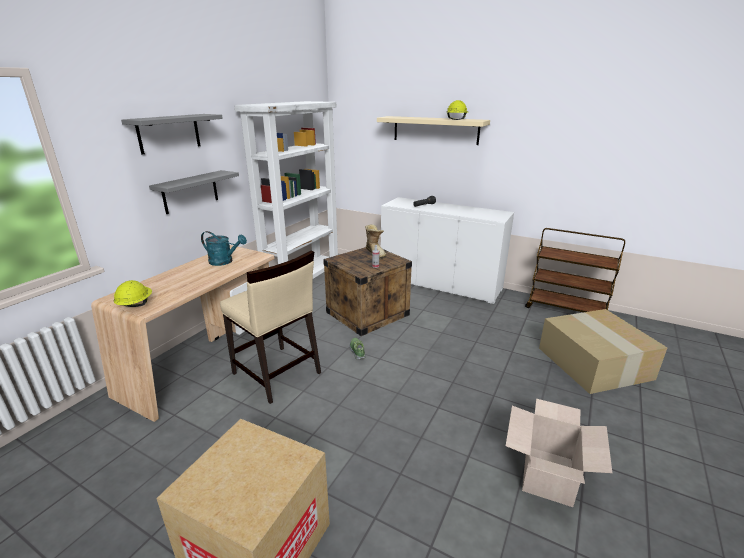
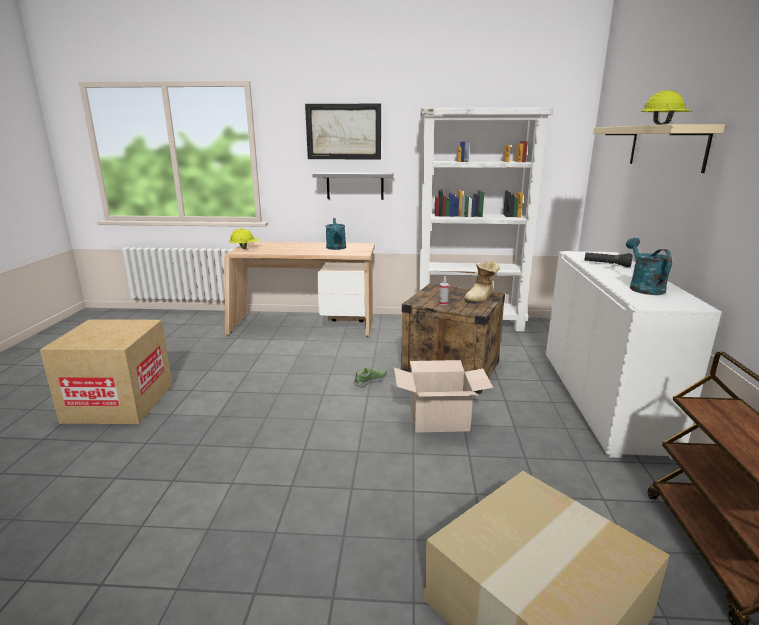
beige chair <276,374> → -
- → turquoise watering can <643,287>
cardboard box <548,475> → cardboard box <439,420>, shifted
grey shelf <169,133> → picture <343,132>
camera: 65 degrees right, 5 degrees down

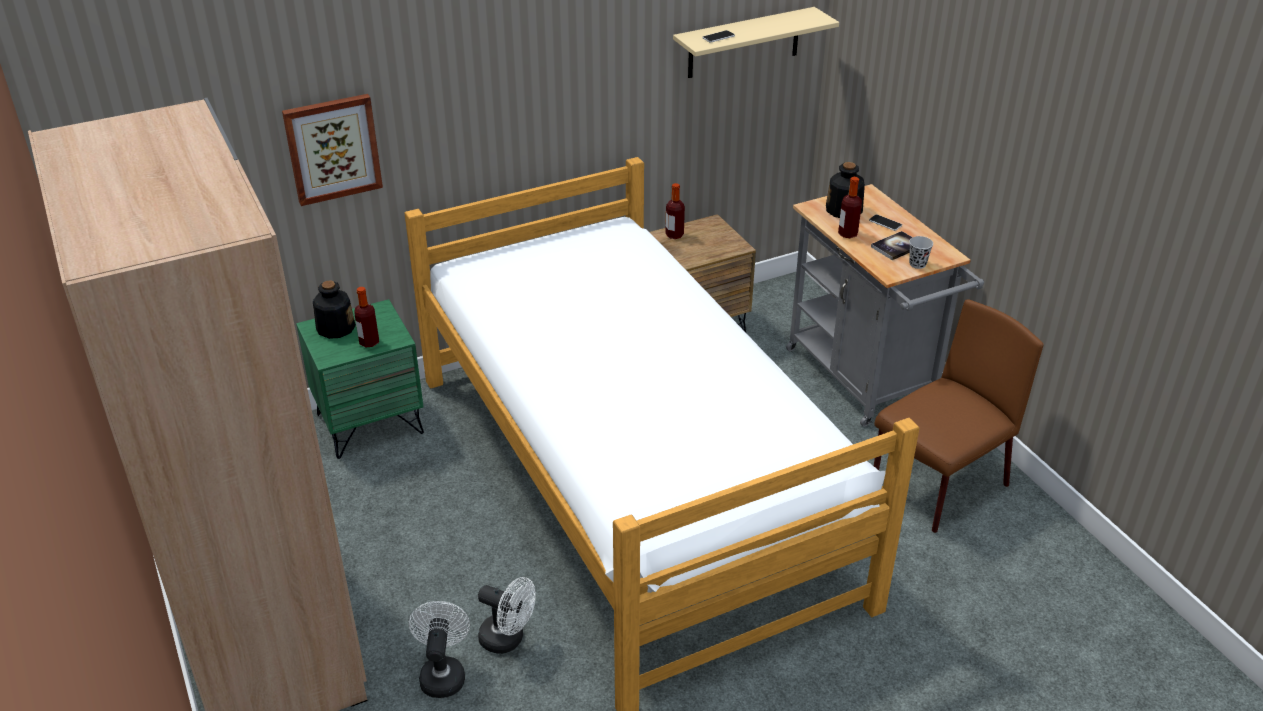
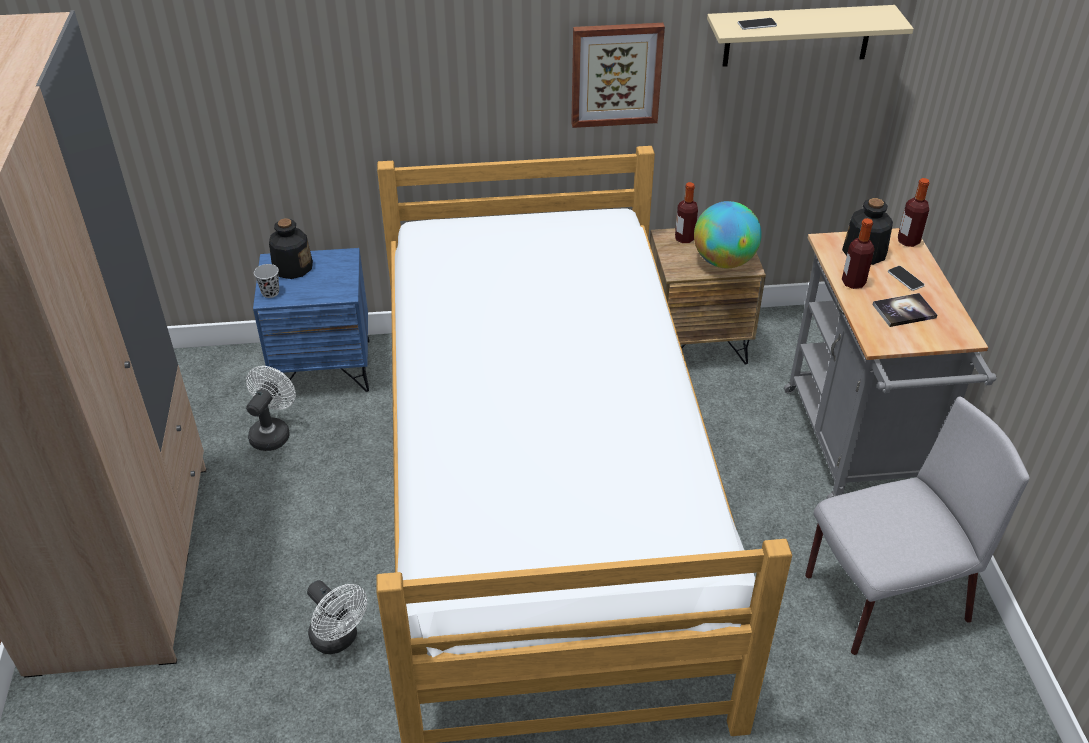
- → globe <724,261>
picture <332,148> → picture <615,74>, shifted
bottle <369,342> → bottle <908,241>, shifted
white fan <443,673> → white fan <273,432>, shifted
black cup <917,264> → black cup <270,292>, shifted
green nightstand <370,423> → blue nightstand <324,368>
brown chair <938,486> → grey chair <883,599>
camera: 20 degrees right, 5 degrees up

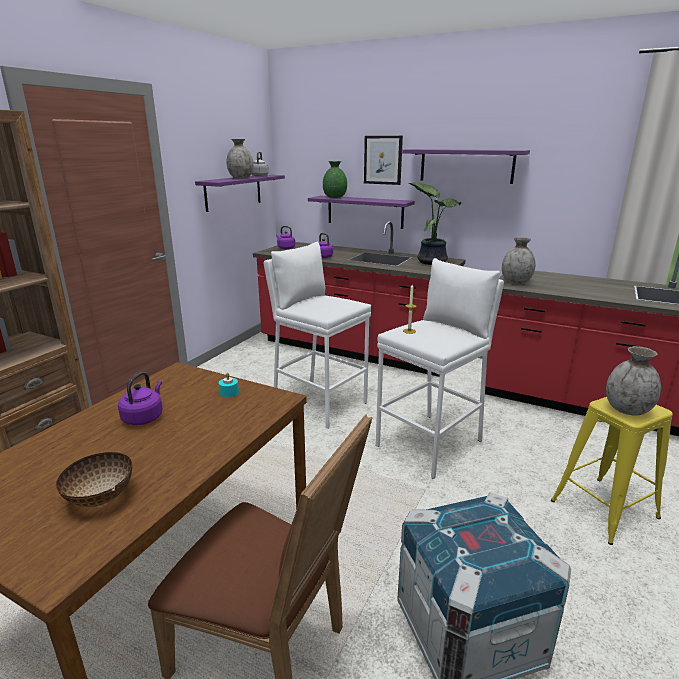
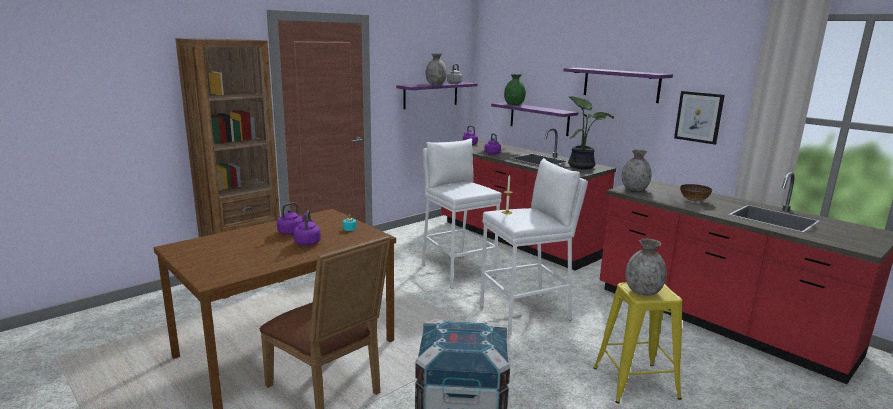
- → purple kettle <308,242>
bowl <99,498> → bowl <693,201>, shifted
picture <383,160> → picture <698,117>, shifted
camera: 20 degrees right, 5 degrees down

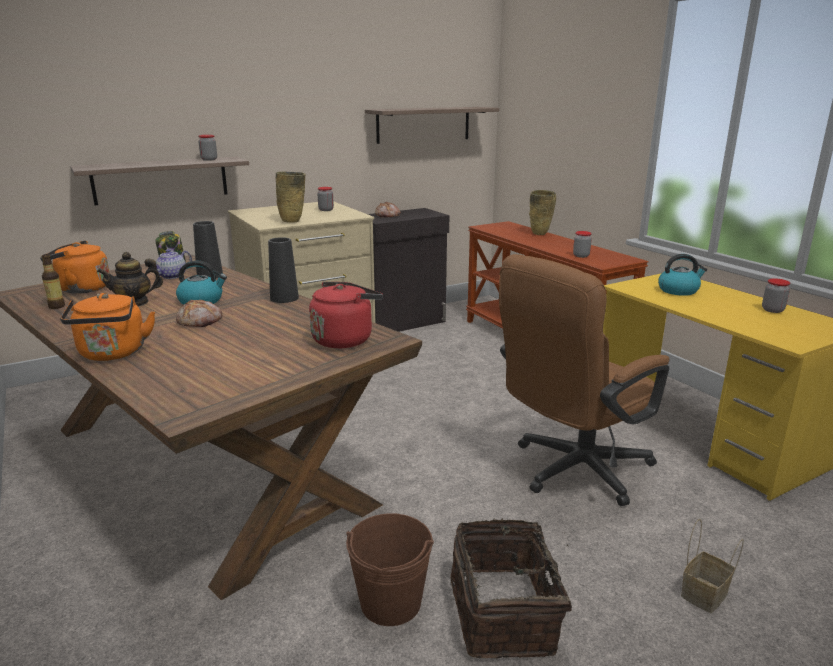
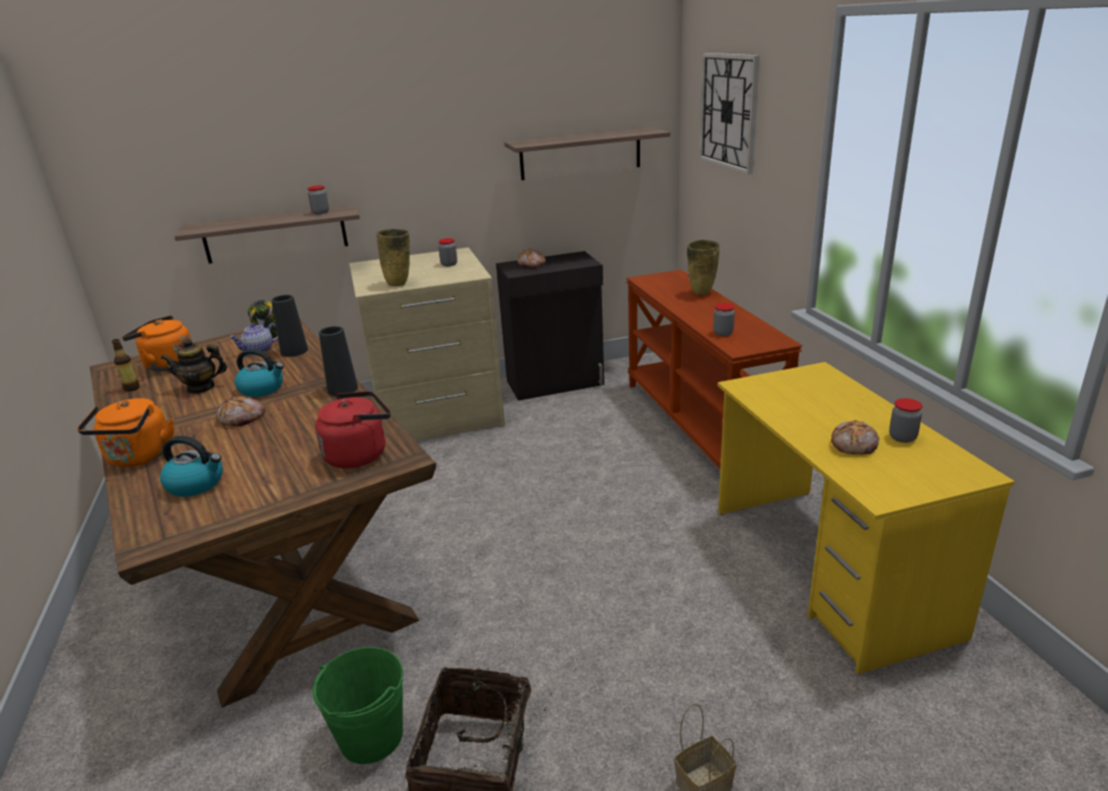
brown office chair <572,471> → -
- → wall clock <728,111>
- → bread <855,445>
kettle <678,290> → kettle <197,484>, shifted
brown bucket <390,602> → green bucket <371,737>
camera: 15 degrees right, 5 degrees up

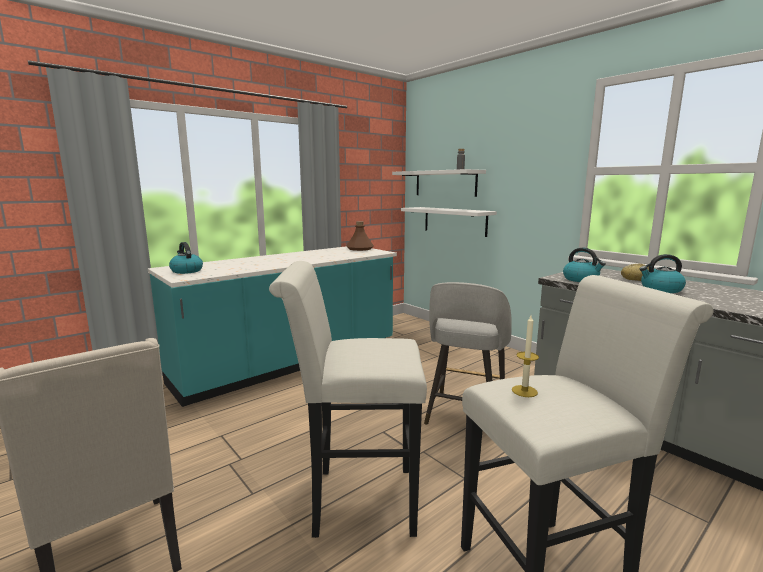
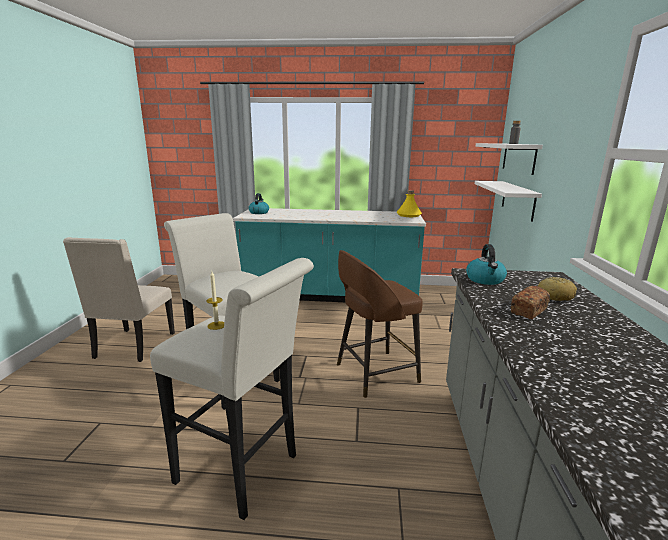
kettle <660,289> → bread <529,311>
brown bottle <359,249> → yellow bottle <408,215>
grey stool <465,415> → brown stool <374,373>
camera: 45 degrees right, 5 degrees up

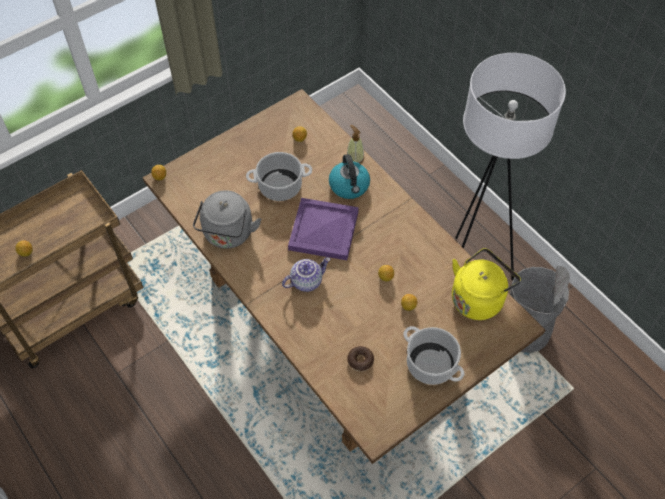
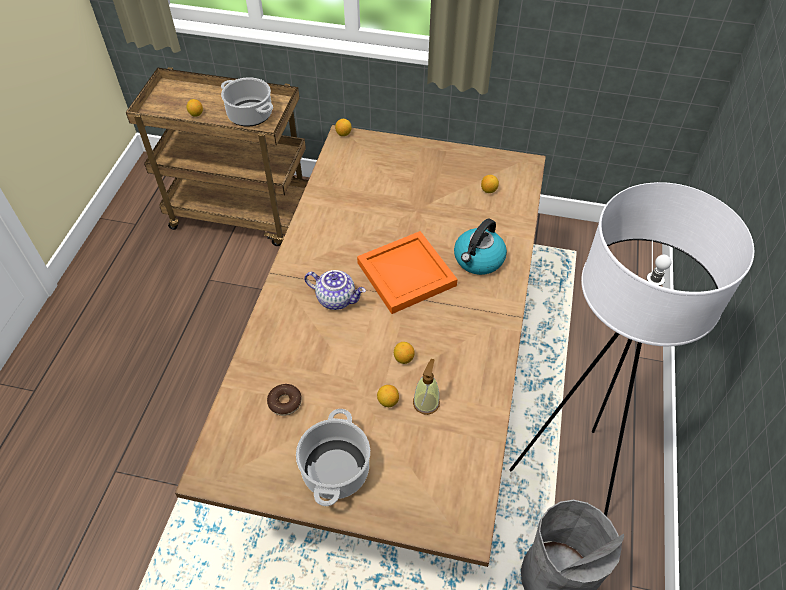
grey kettle <228,235> → -
yellow kettle <478,298> → -
cooking pot <279,186> → cooking pot <249,115>, shifted
soap dispenser <355,158> → soap dispenser <426,403>, shifted
purple tray <324,231> → orange tray <406,275>
camera: 50 degrees right, 5 degrees down

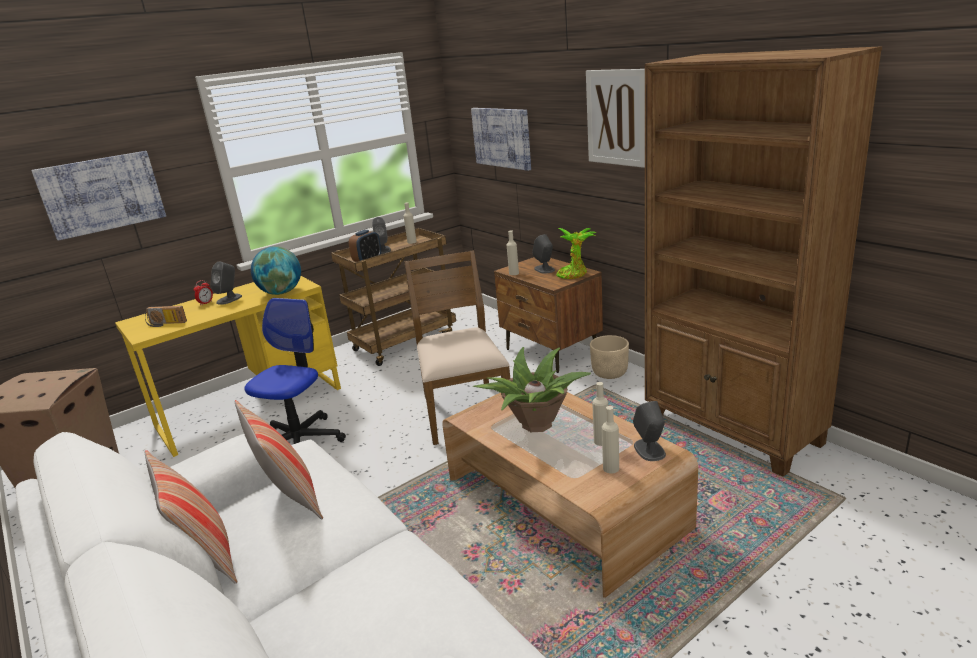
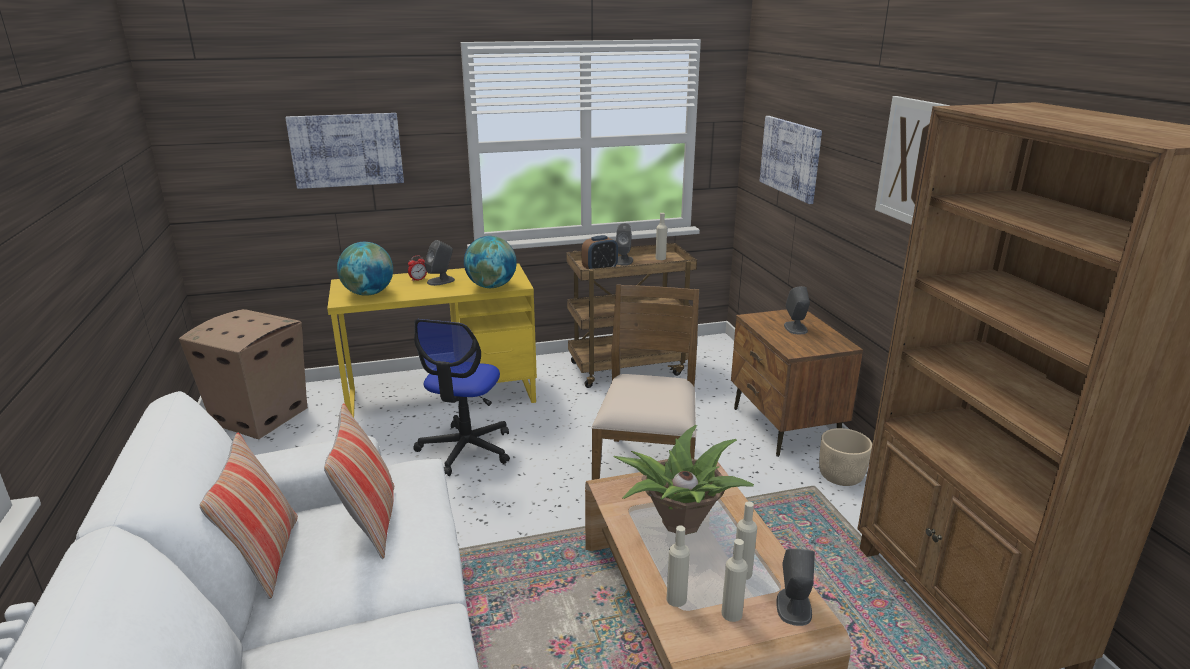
potted plant <574,274> → -
beige bottle <514,273> → beige bottle <676,599>, shifted
radio <165,324> → globe <369,293>
office chair <300,441> → office chair <465,449>, 150 degrees clockwise
camera: 20 degrees right, 0 degrees up

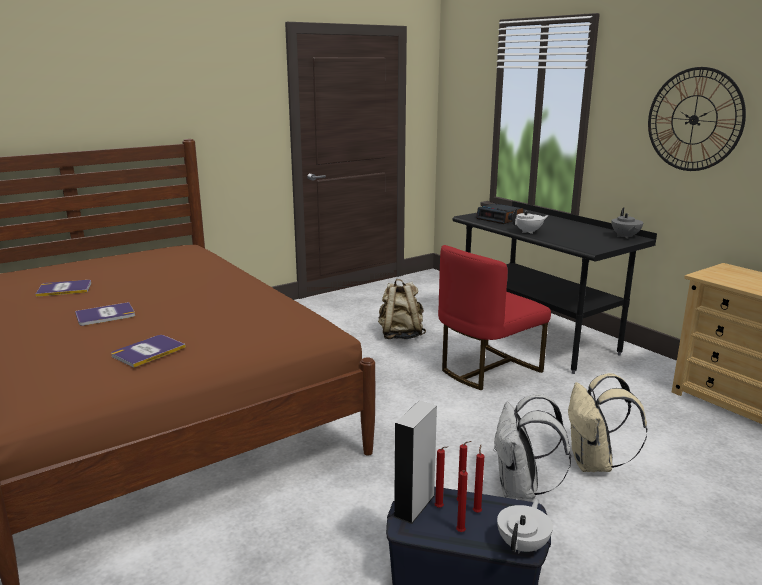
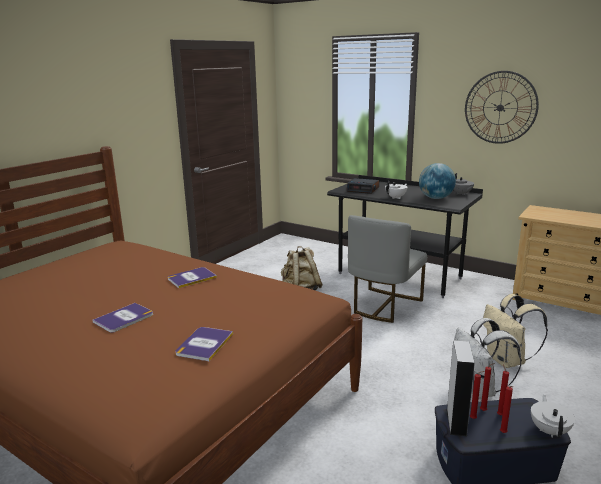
- → globe <435,198>
book <64,289> → book <191,278>, shifted
red chair <487,369> → grey chair <384,305>
camera: 20 degrees left, 0 degrees up

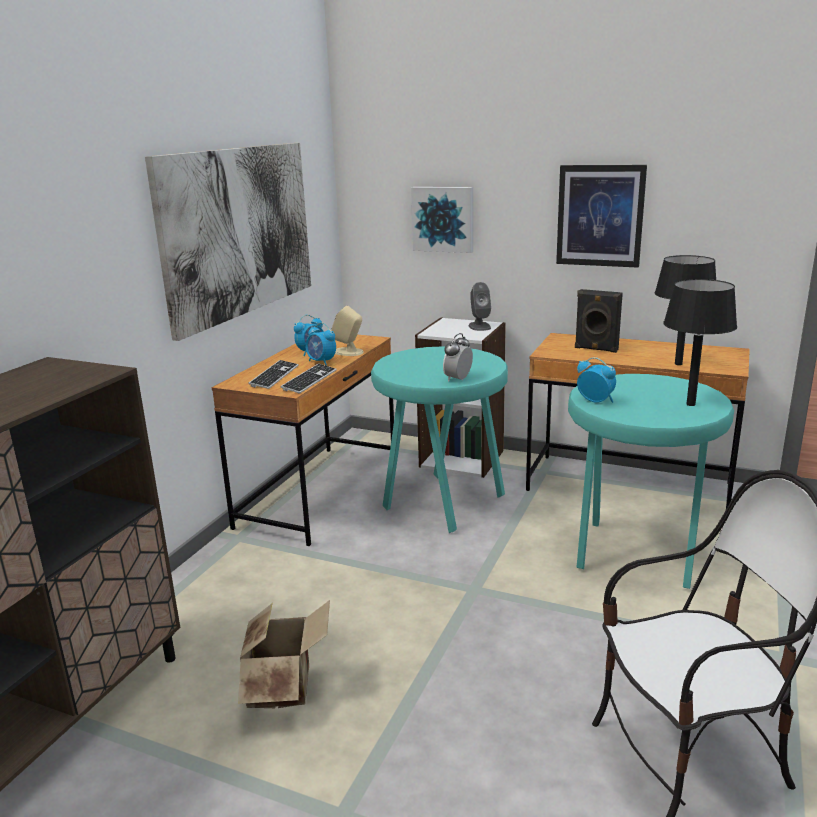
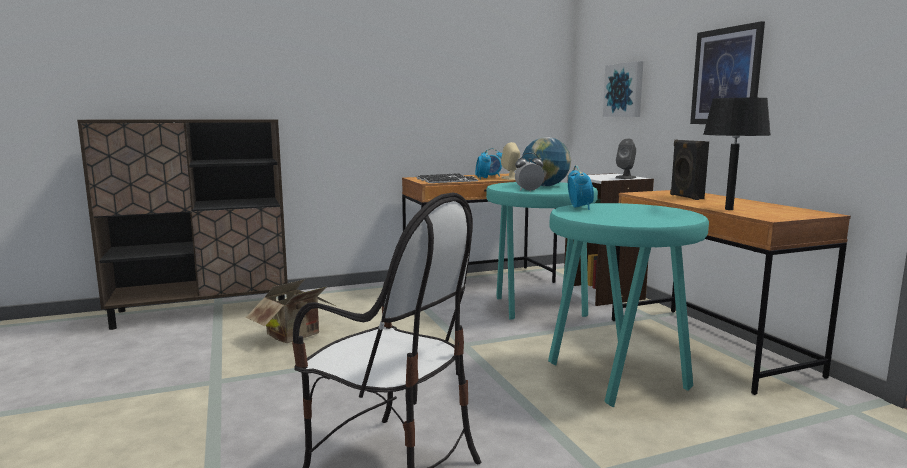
picture <239,232> → -
black table lamp <690,404> → -
- → globe <545,186>
camera: 45 degrees right, 10 degrees down

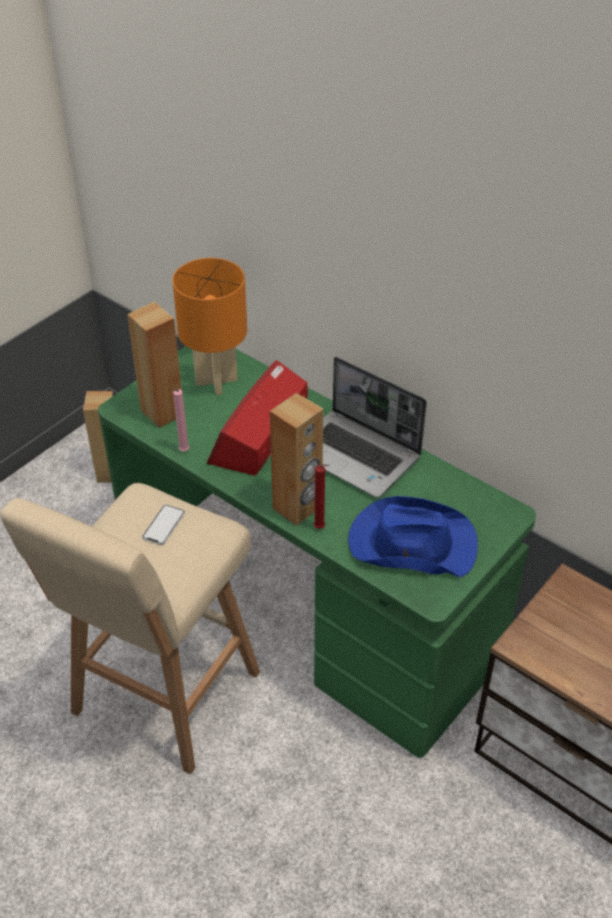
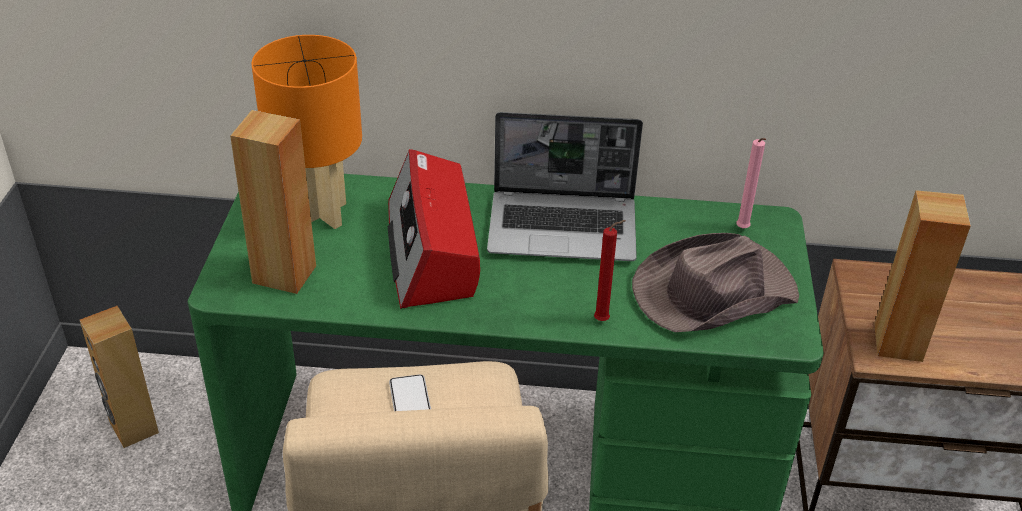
pink candle <183,452> → pink candle <743,230>, shifted
brown speaker <297,507> → brown speaker <899,342>, shifted
blue hat <411,543> → brown hat <712,292>
camera: 35 degrees left, 5 degrees down

